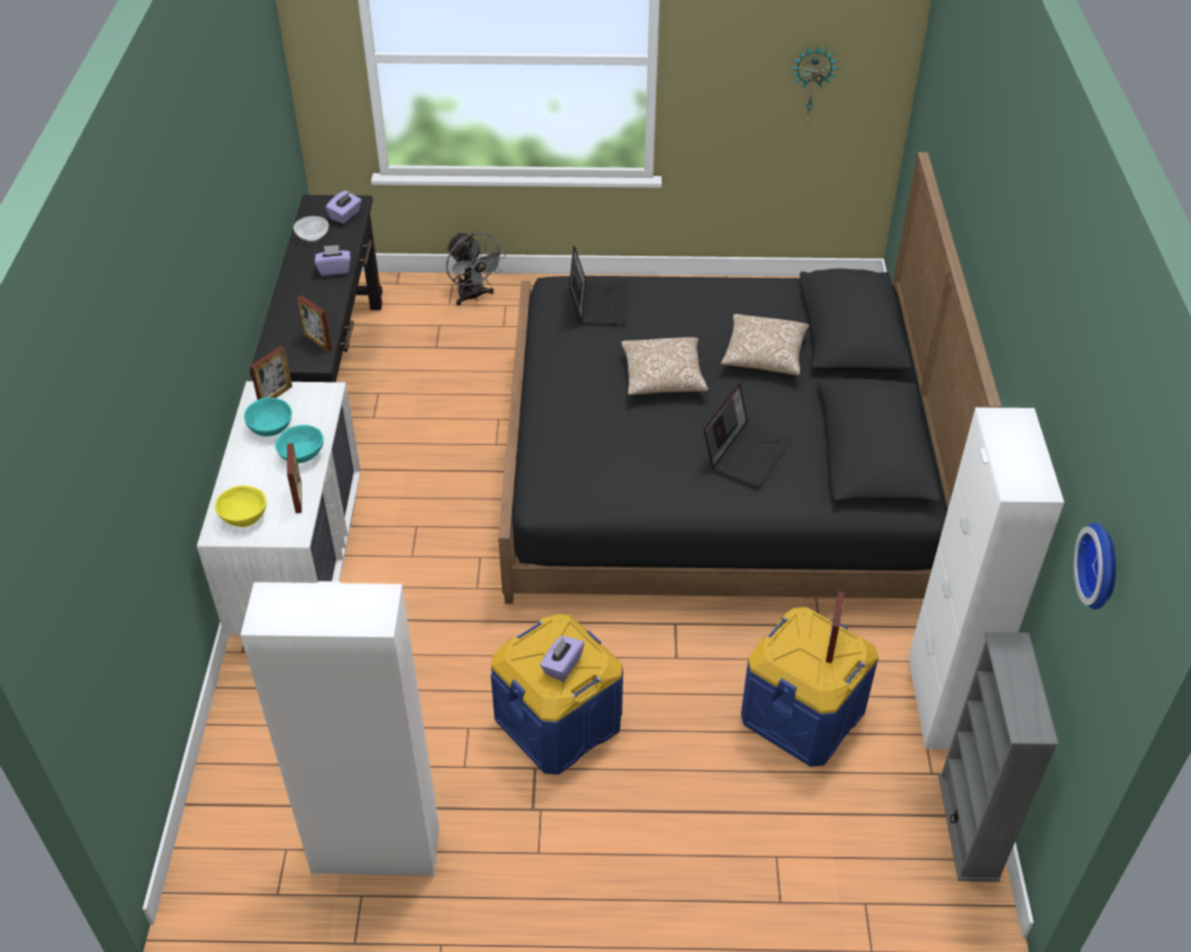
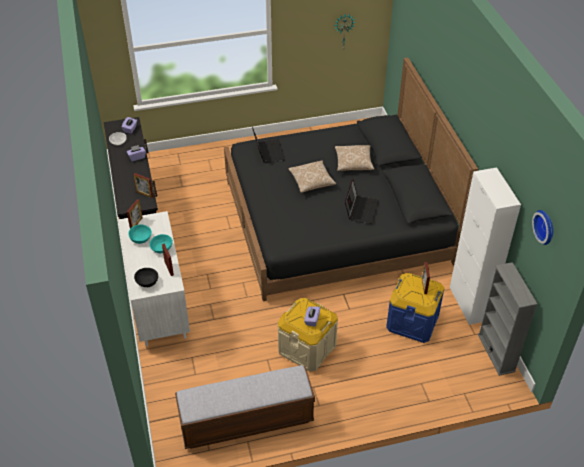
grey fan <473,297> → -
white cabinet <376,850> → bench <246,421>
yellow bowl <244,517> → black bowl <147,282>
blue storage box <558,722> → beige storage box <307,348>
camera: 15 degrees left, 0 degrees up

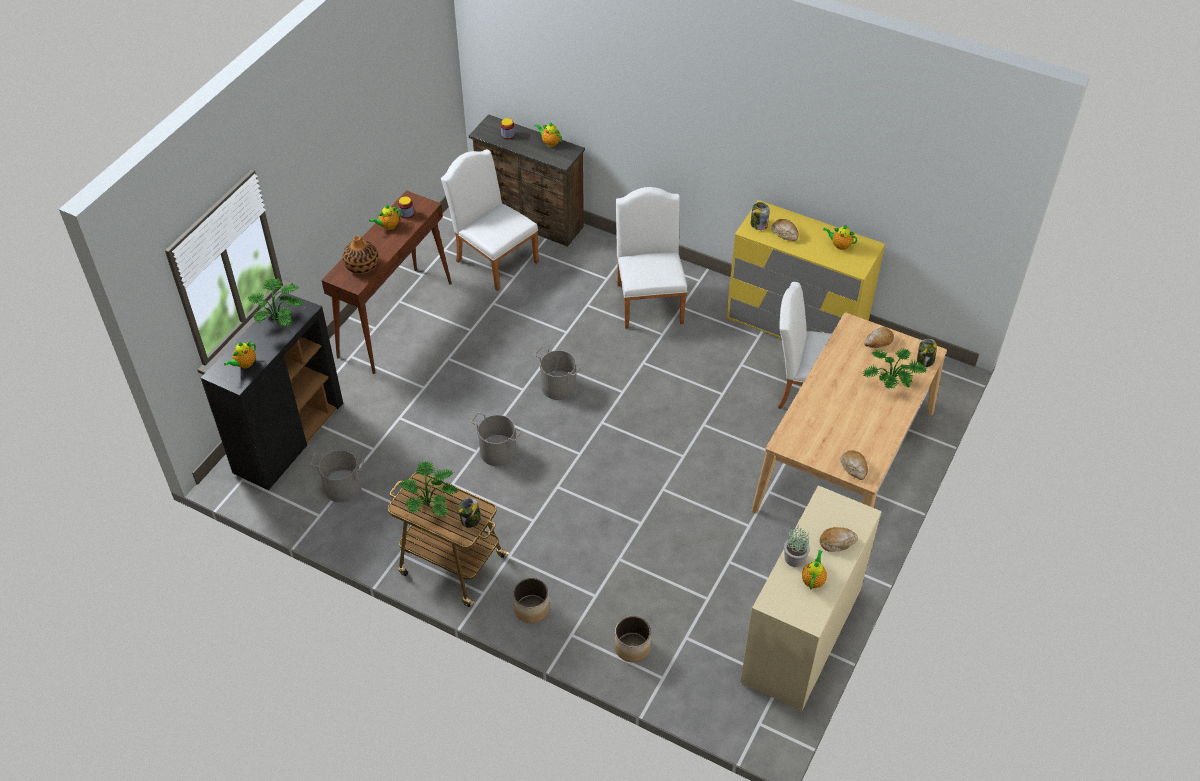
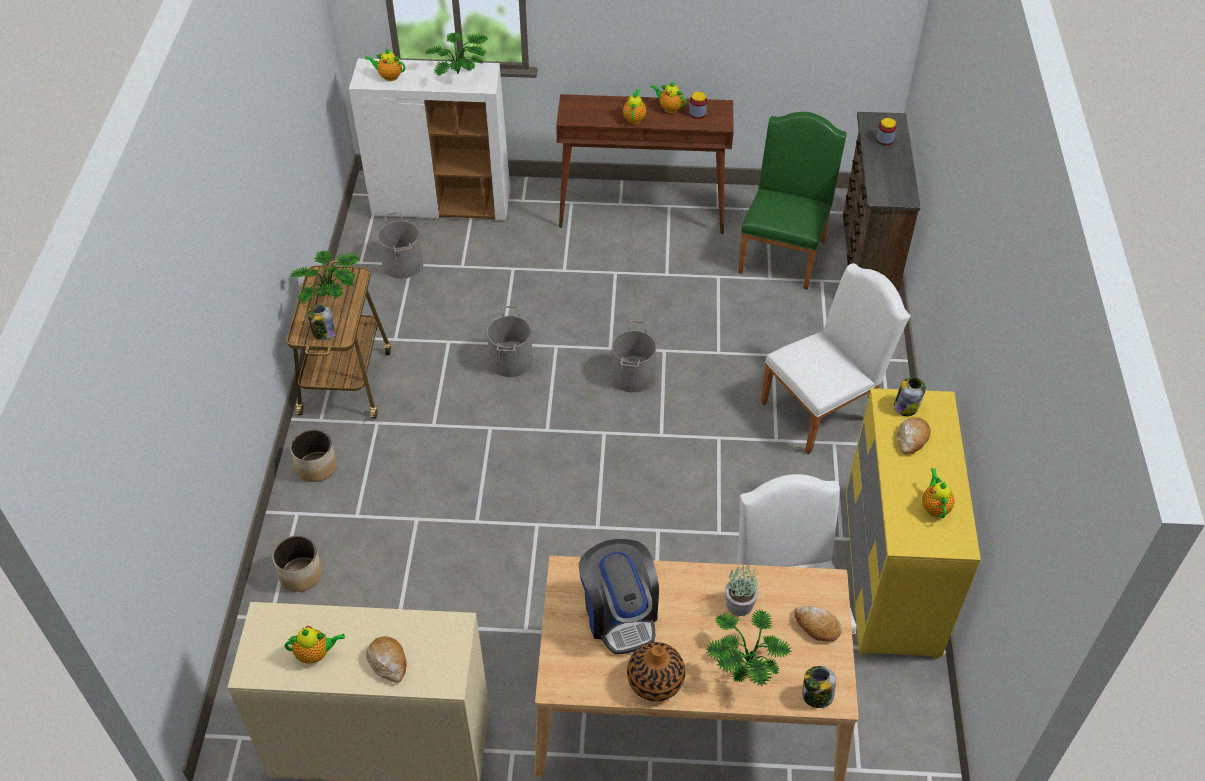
bread <854,467> → -
- → coffee machine <620,614>
vase <362,266> → vase <655,681>, shifted
teapot <550,142> → teapot <634,118>, shifted
potted plant <794,558> → potted plant <739,603>, shifted
black cabinet <289,438> → white cabinet <442,204>
white chair <493,258> → green chair <784,251>
camera: 65 degrees right, 0 degrees up

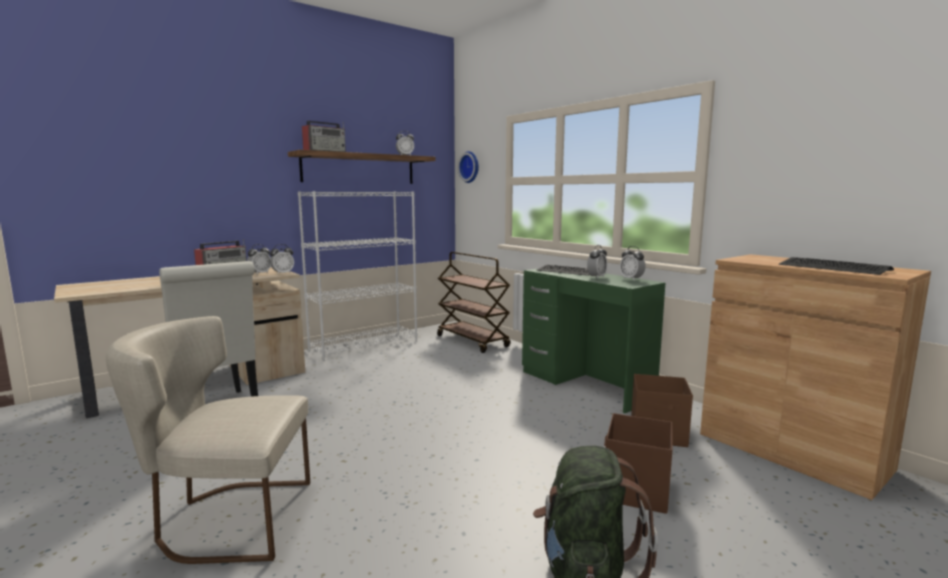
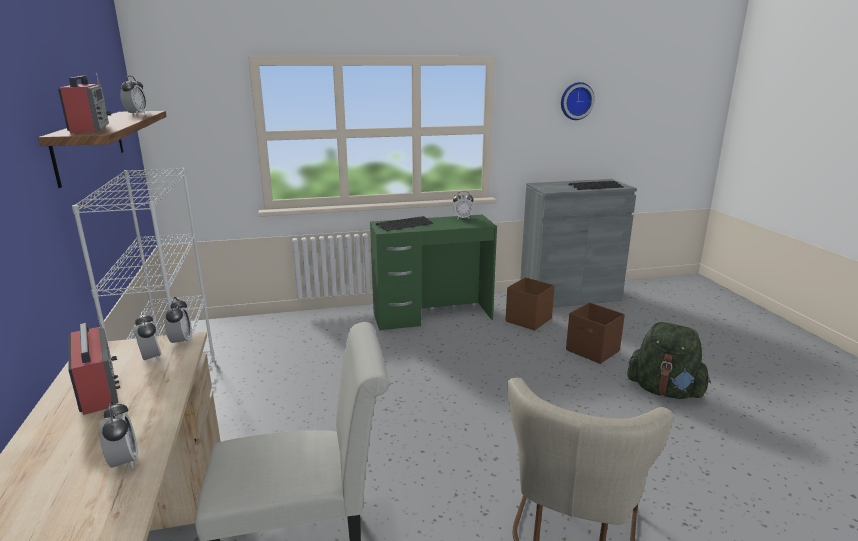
brown cart <473,341> → -
wall clock <470,167> → wall clock <576,101>, shifted
alarm clock <596,277> → alarm clock <124,462>, shifted
brown cabinet <791,451> → grey cabinet <569,296>
camera: 65 degrees left, 10 degrees up

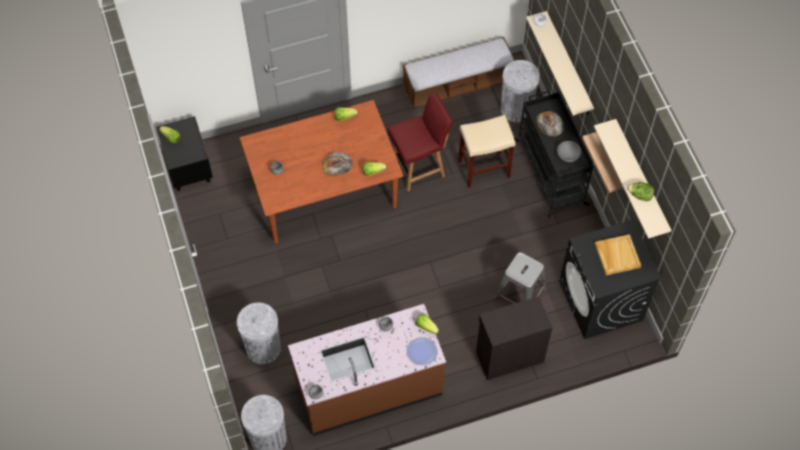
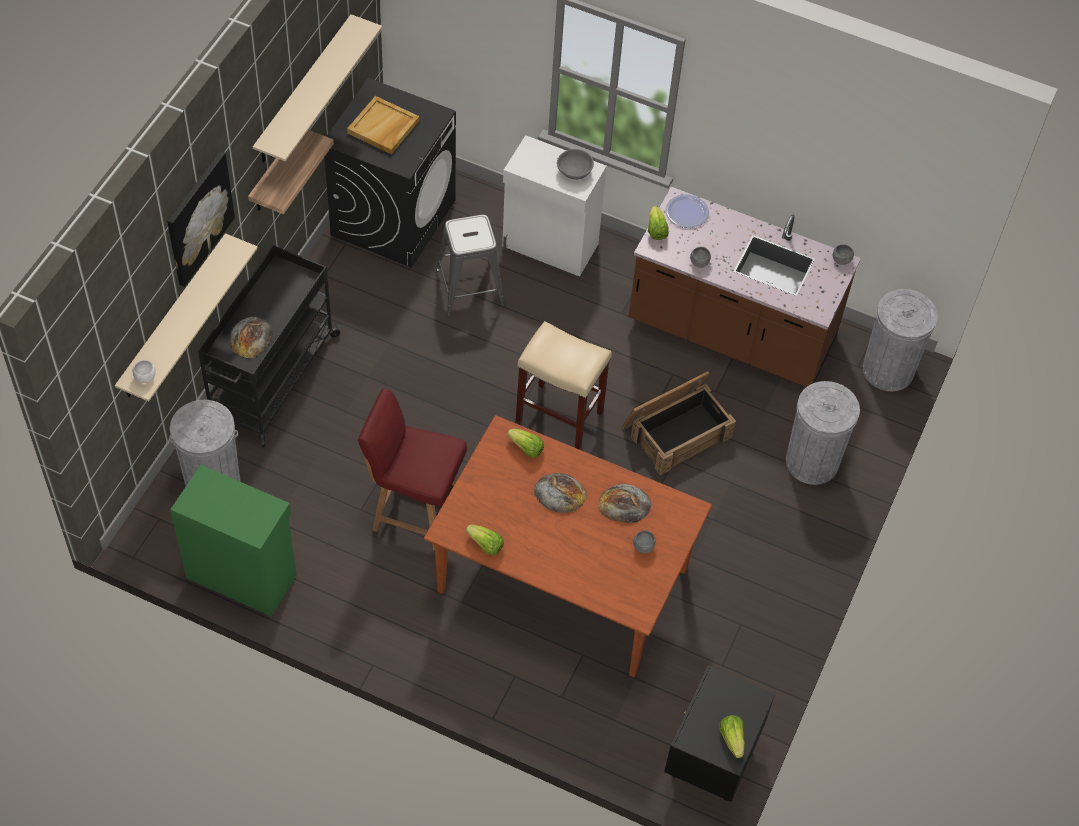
lettuce <639,195> → -
- → picture <198,218>
- → bread <624,504>
- → crate <677,431>
beige stool <483,169> → beige stool <560,416>, shifted
grey bowl <568,155> → grey bowl <574,171>, shifted
bench <457,85> → green cabinet <242,575>
black cabinet <509,356> → white cabinet <550,246>
camera: 140 degrees left, 5 degrees down

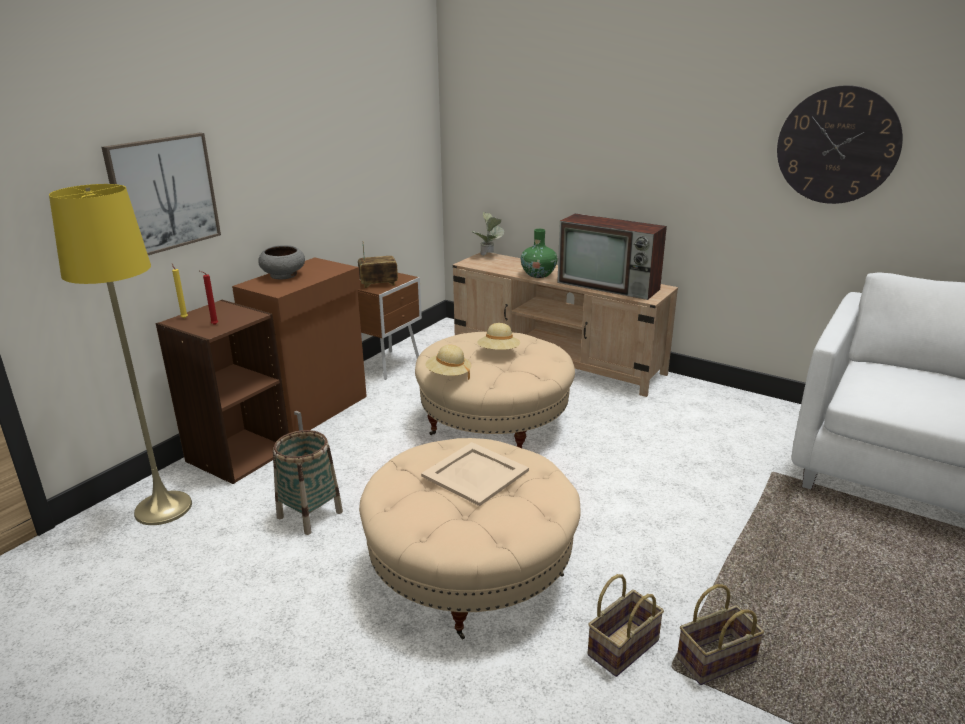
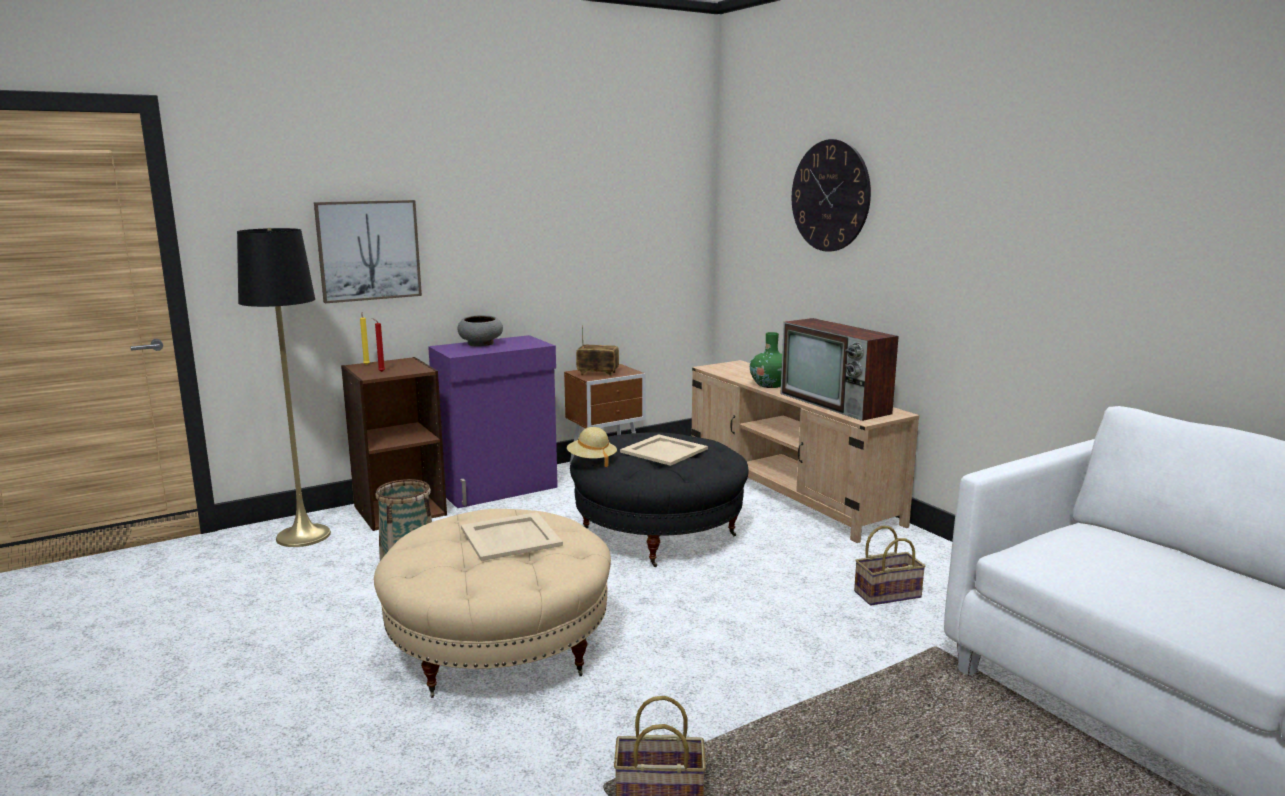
potted plant <489,255> → -
basket <623,646> → basket <888,593>, shifted
wall clock <837,145> → wall clock <830,196>, shifted
beige hat <499,352> → beige tray <665,450>
yellow floor lamp <163,508> → black floor lamp <303,536>
brown cabinet <314,410> → purple cabinet <499,489>
beige ottoman <494,422> → black ottoman <658,532>
camera: 25 degrees right, 10 degrees down

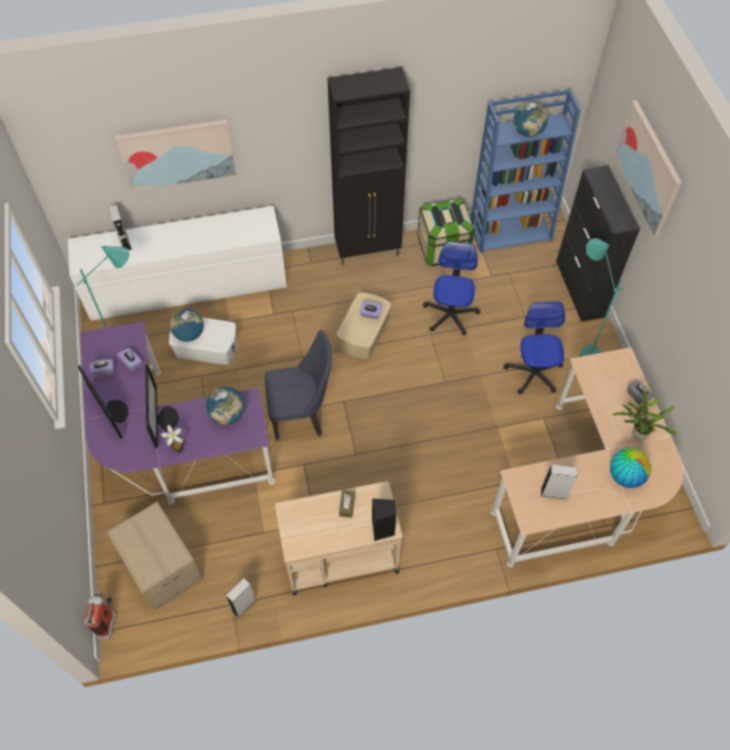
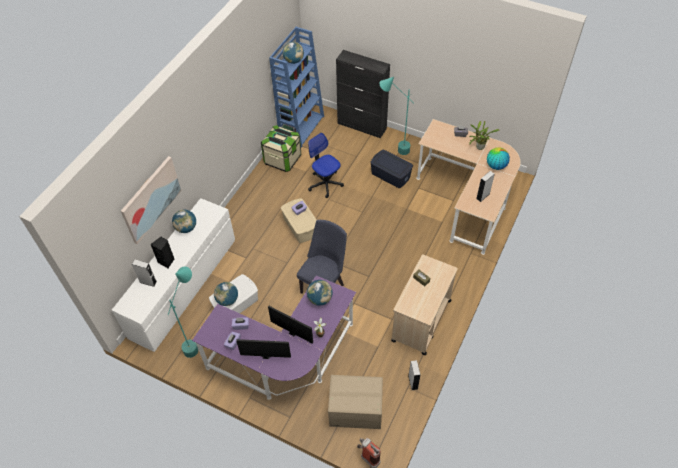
black cabinet <368,251> → -
picture <648,167> → -
- → globe <186,228>
black speaker <383,529> → black speaker <167,261>, shifted
office chair <533,373> → blue storage box <391,175>
camera: 50 degrees left, 5 degrees down

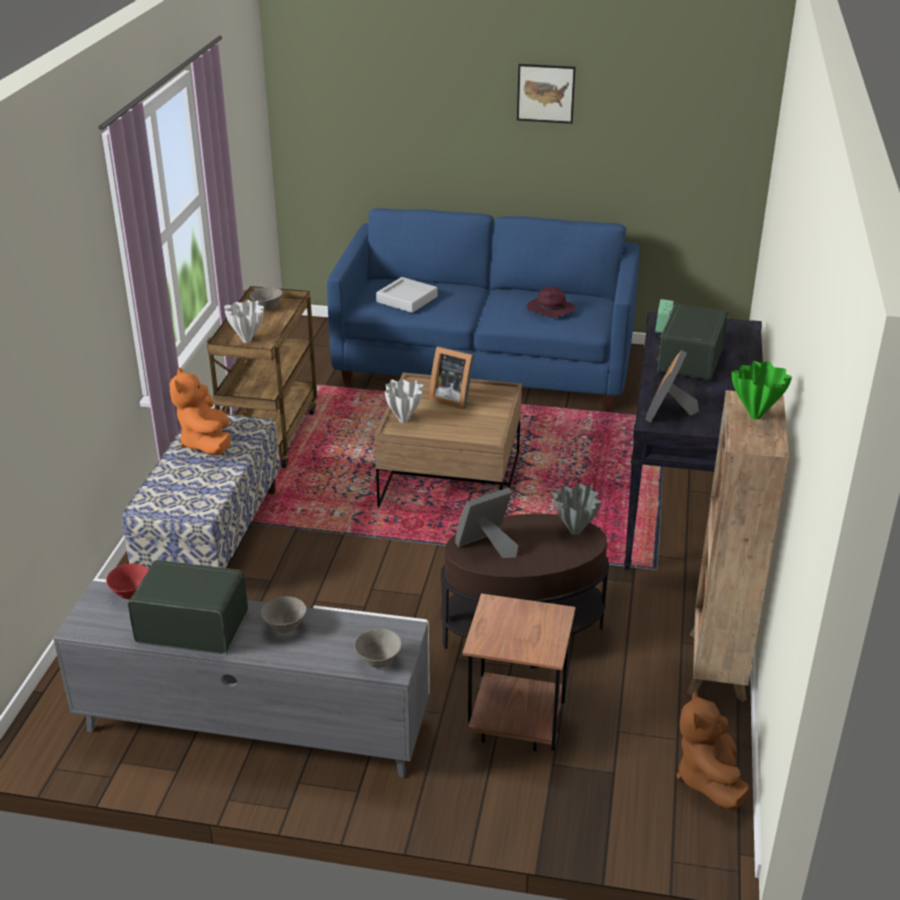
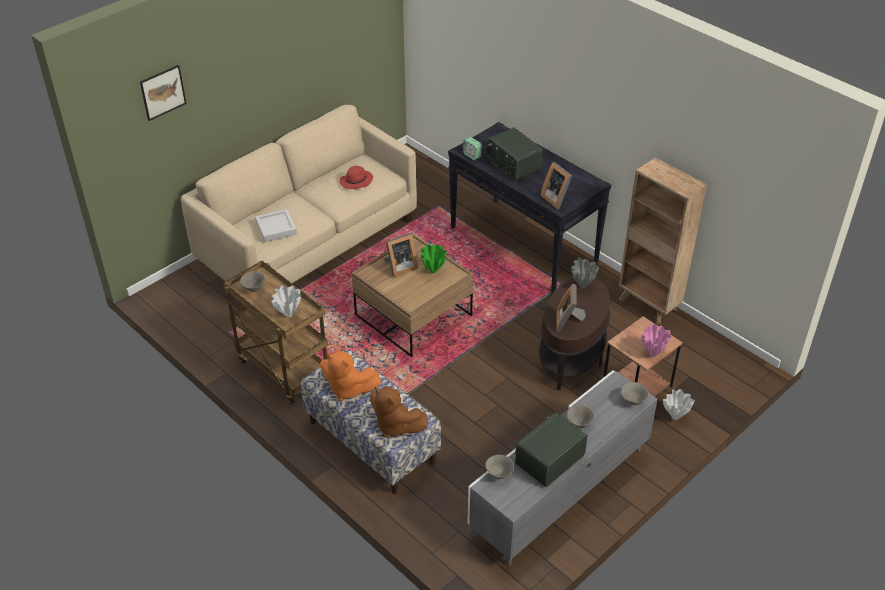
- → pink vase <653,353>
white vase <404,420> → white vase <675,417>, shifted
picture <545,93> → picture <163,92>, shifted
brown plush toy <708,779> → brown plush toy <395,425>, shifted
green vase <756,416> → green vase <433,271>, shifted
red bowl <132,594> → grey bowl <499,474>
blue sofa <486,366> → beige sofa <308,241>
purple hat <549,310> → red hat <356,182>
camera: 55 degrees left, 10 degrees up

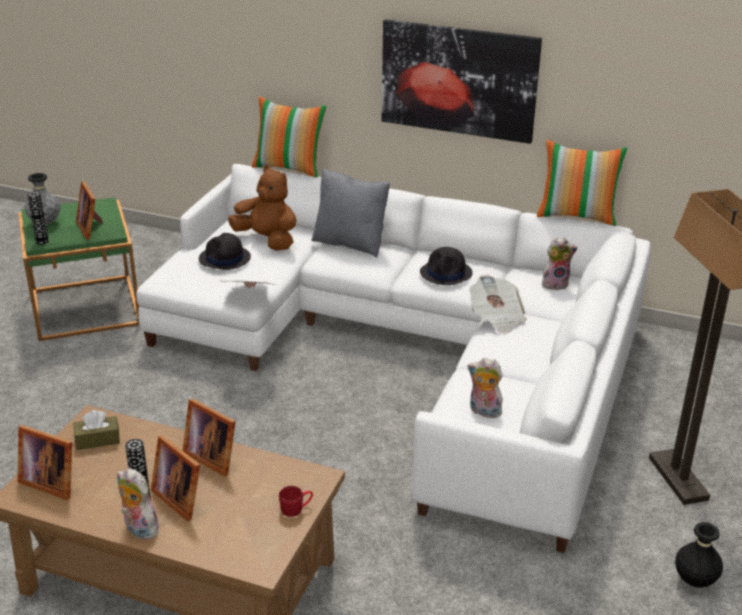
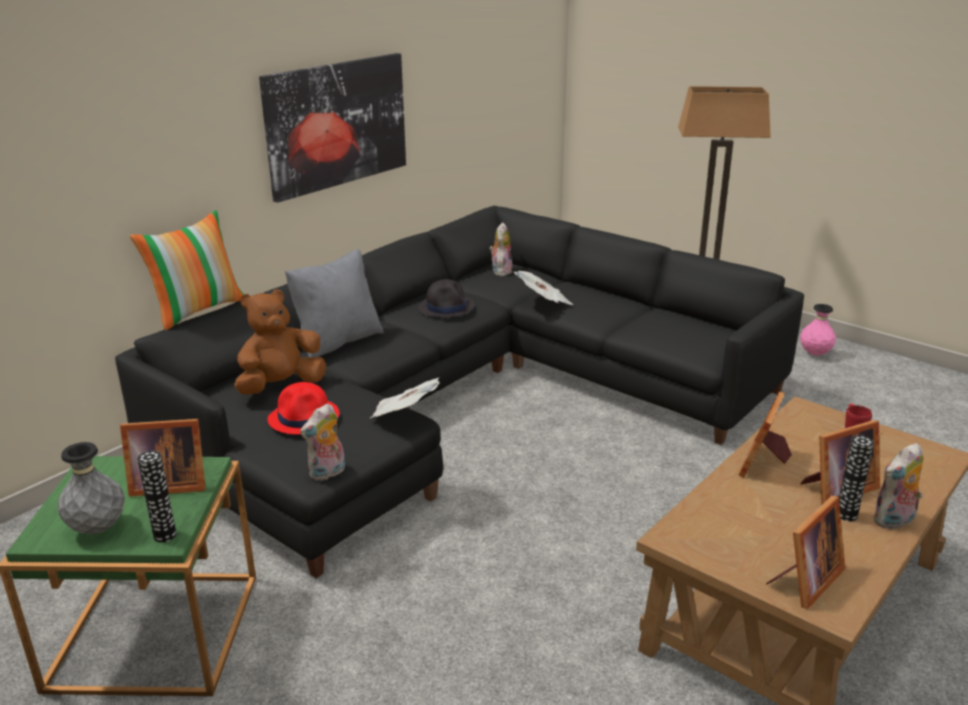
brown tissue box <97,440> → -
pillow <577,216> → -
plush toy <483,412> → plush toy <327,473>, shifted
white sofa <414,352> → black sofa <464,397>
black hat <224,259> → red hat <304,417>
black vase <695,581> → pink vase <815,354>
picture frame <212,456> → picture frame <764,462>, 150 degrees clockwise
camera: 70 degrees left, 5 degrees down

